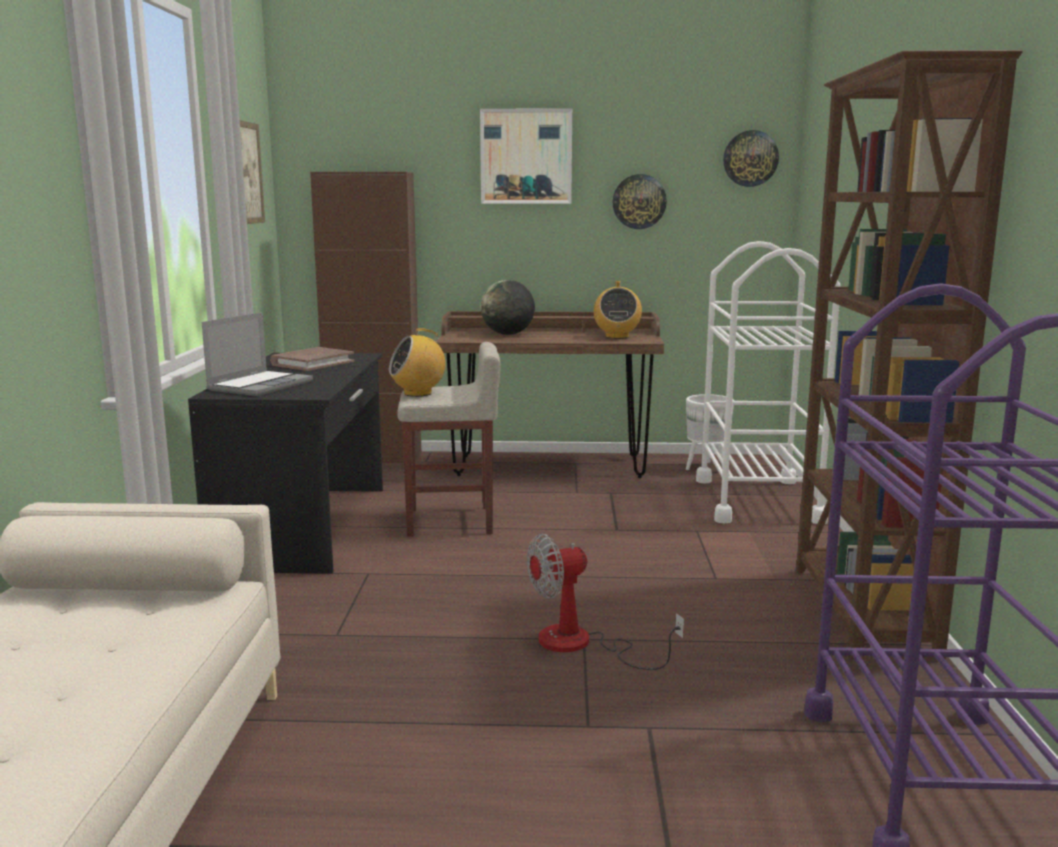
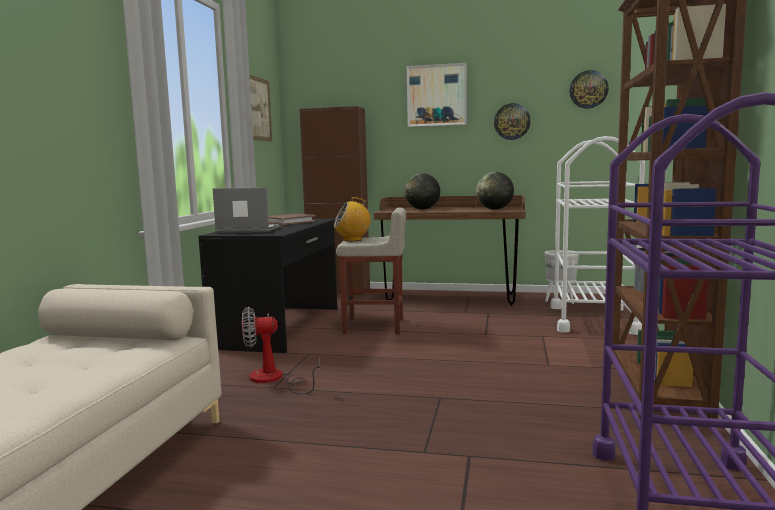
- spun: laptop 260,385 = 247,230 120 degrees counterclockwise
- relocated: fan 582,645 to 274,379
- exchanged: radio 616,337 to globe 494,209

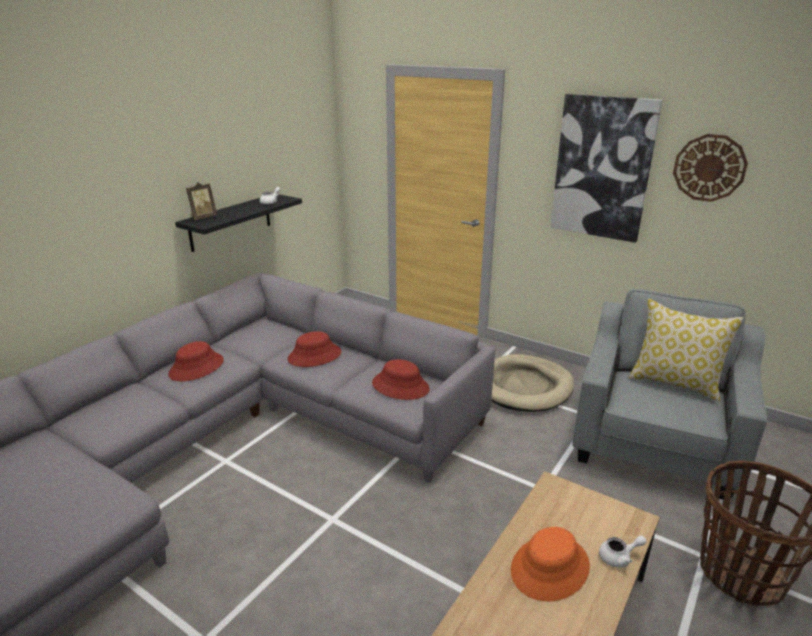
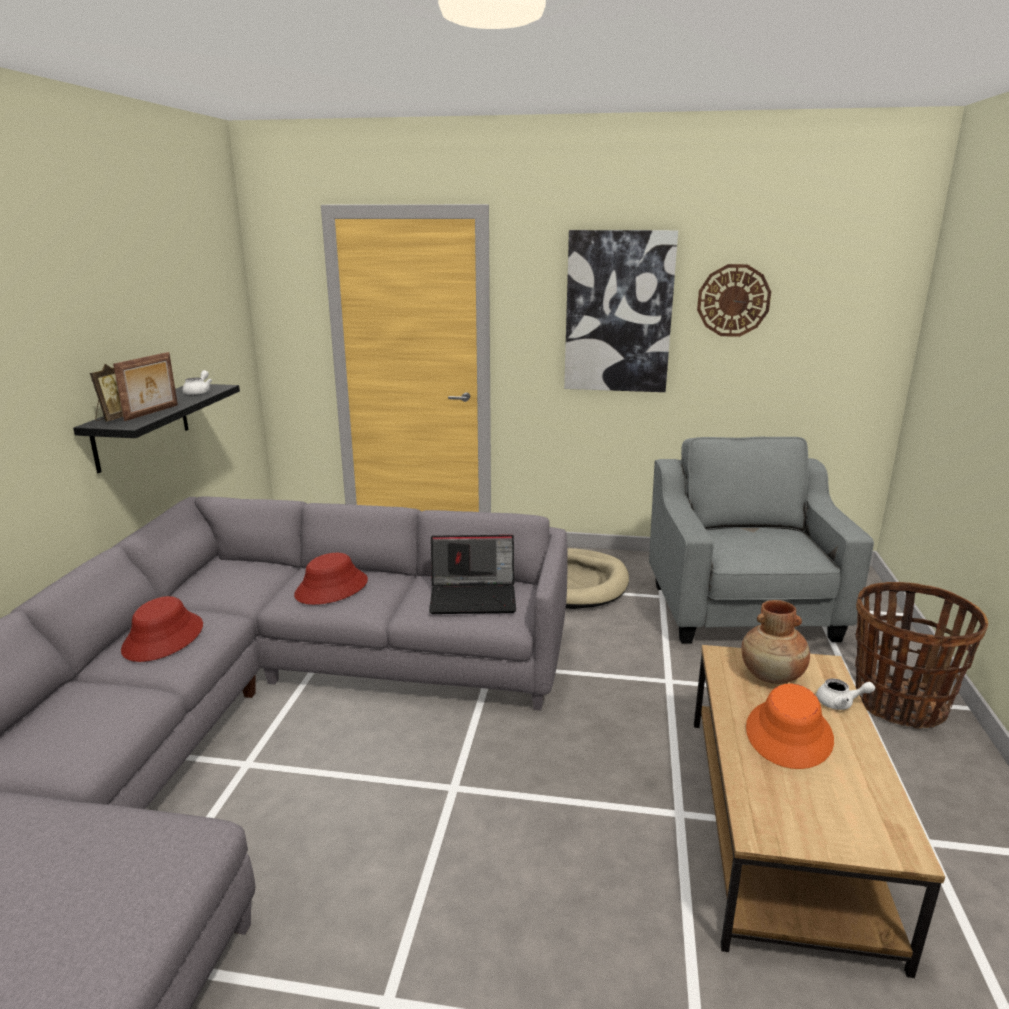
- exchanged: red hat 400,386 to laptop 474,597
- spun: white teapot 619,557 = 840,703 45 degrees clockwise
- missing: pillow 675,383
- appeared: picture frame 152,412
- appeared: brown vase 772,675

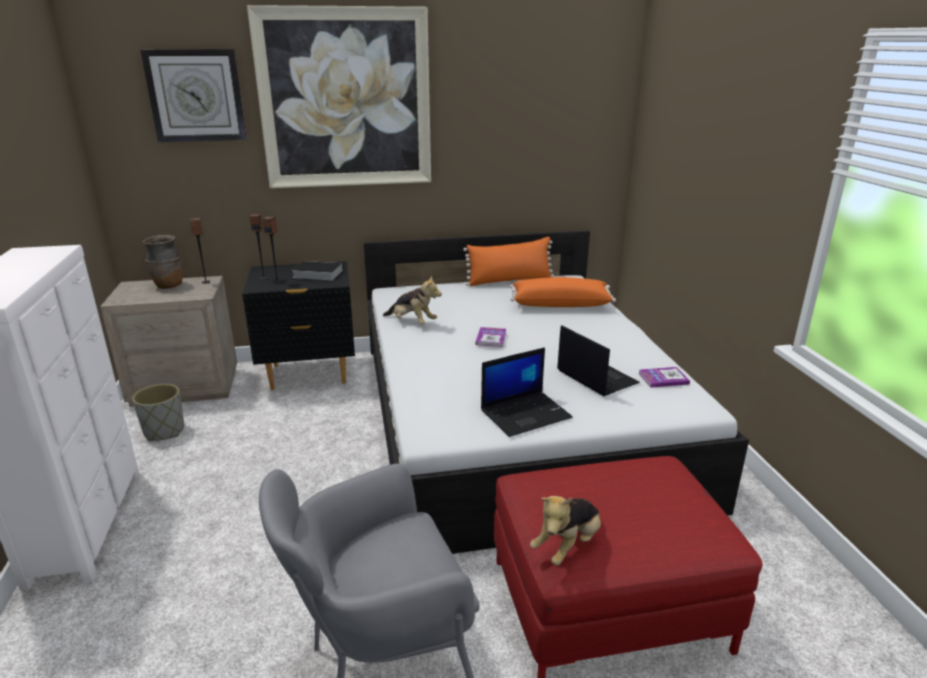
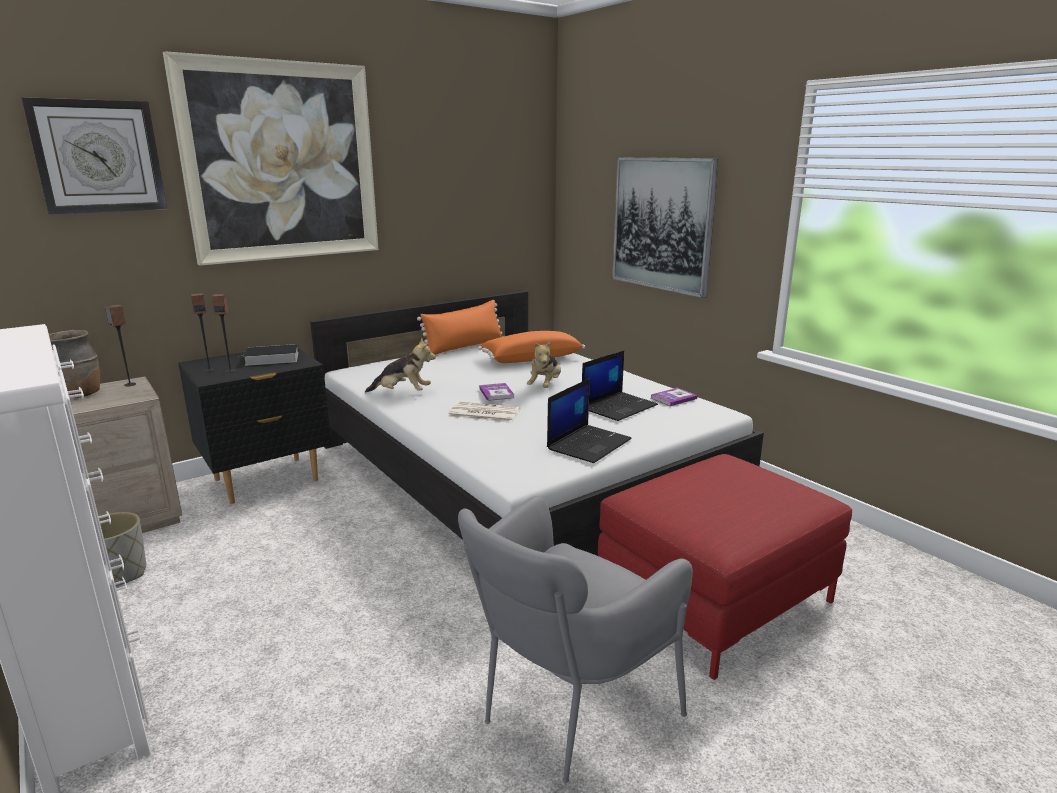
- relocated: plush toy 567,546 to 545,386
- spun: laptop 595,377 = 619,406 105 degrees clockwise
- appeared: newspaper 483,413
- appeared: picture 662,224

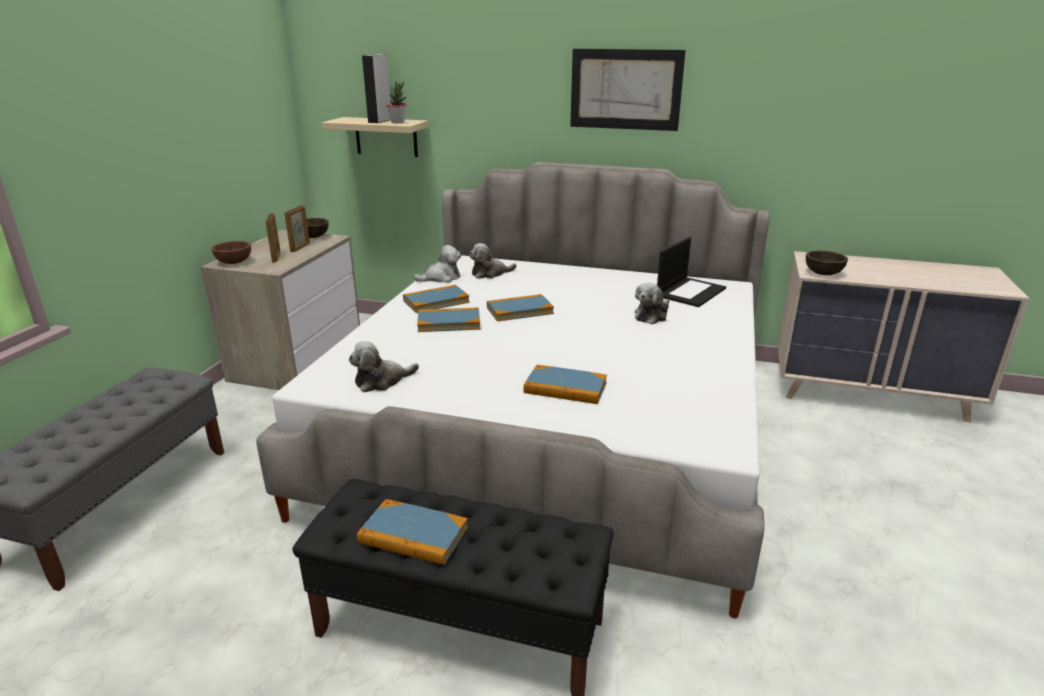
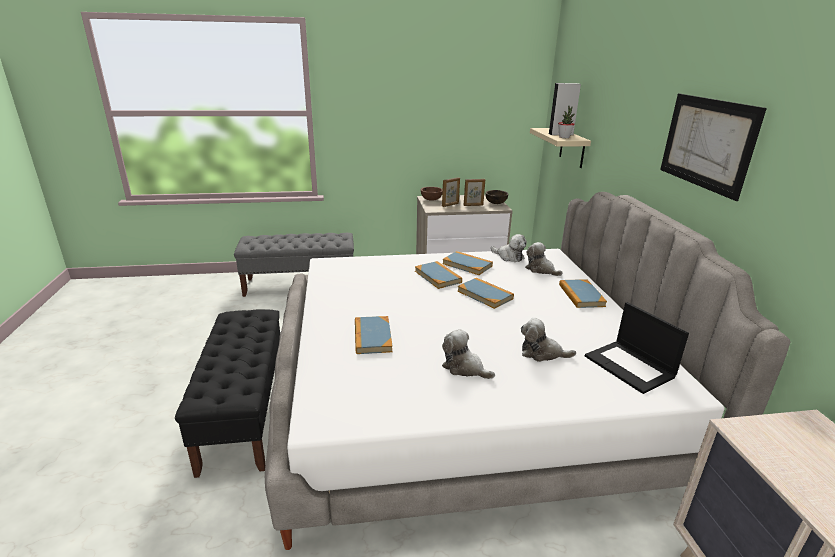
- relocated: plush toy 381,381 to 464,368
- relocated: book 413,535 to 581,295
- spun: laptop 690,292 = 630,366 45 degrees clockwise
- missing: brown bowl 823,273

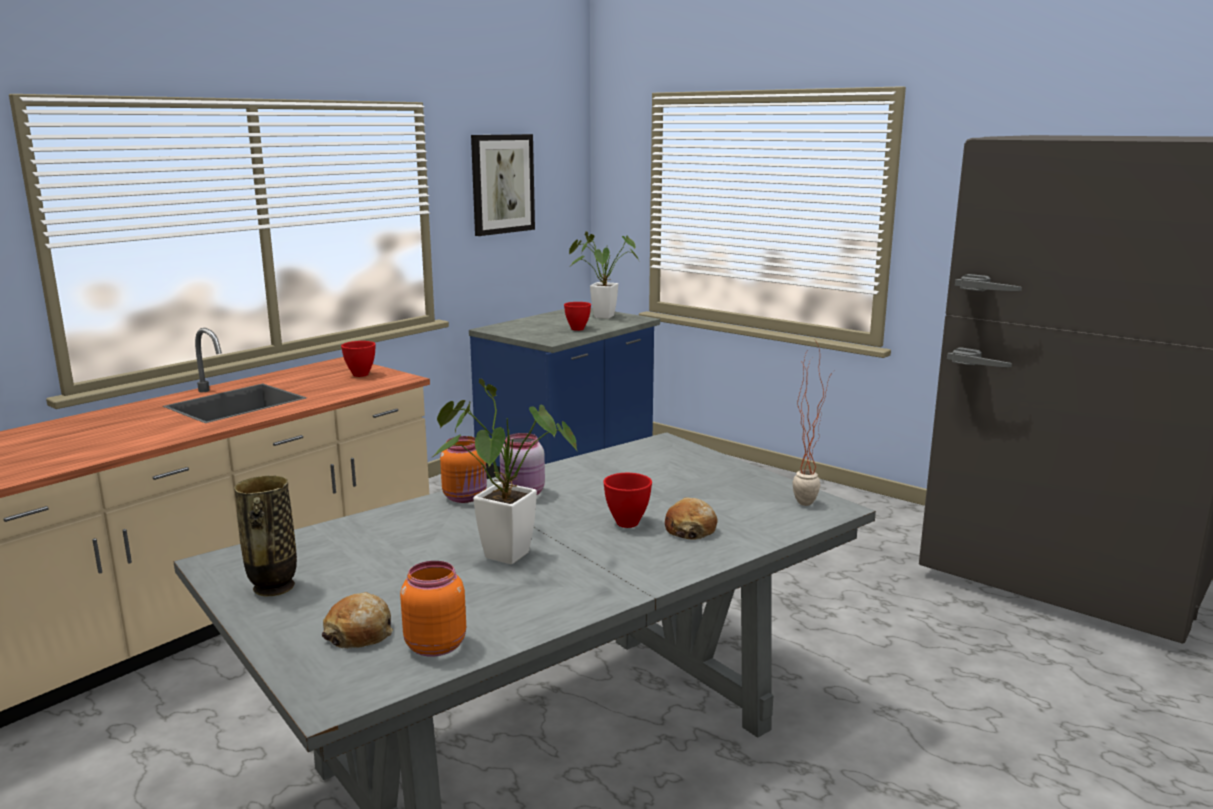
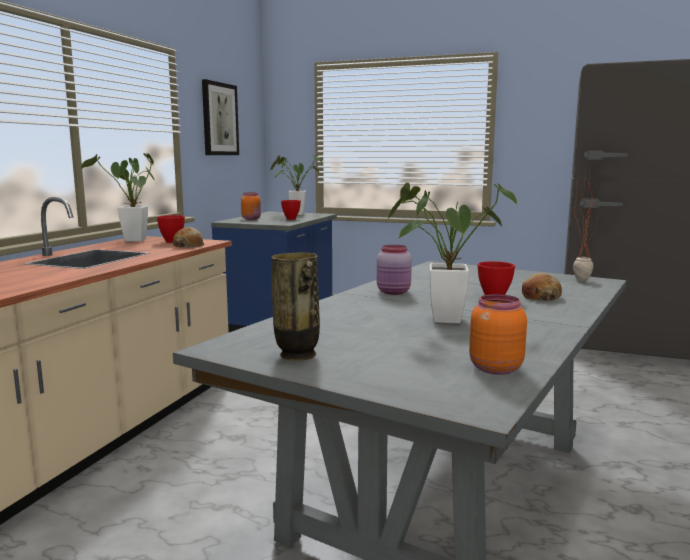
- relocated: bread 359,633 to 188,245
- relocated: orange jar 466,497 to 252,219
- appeared: potted plant 133,241

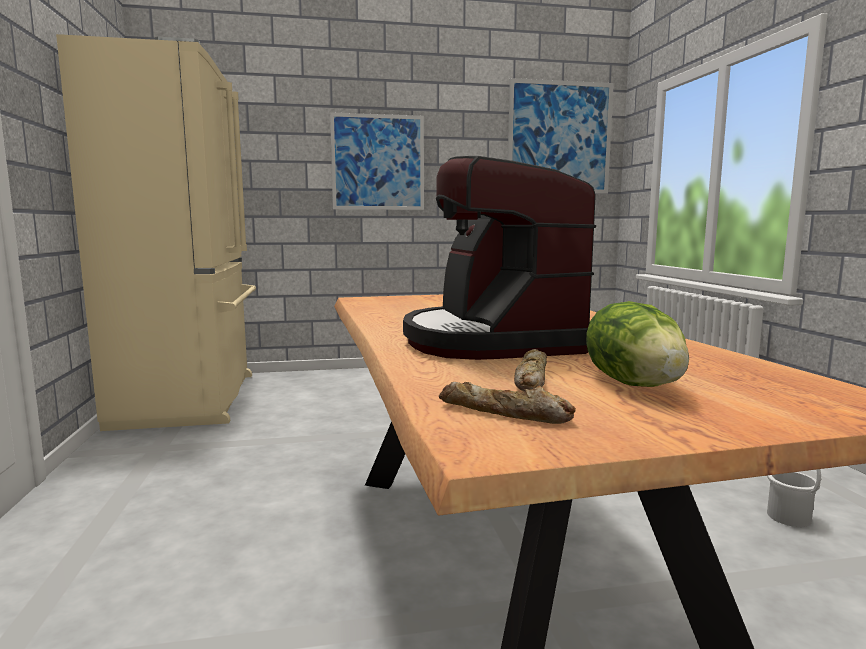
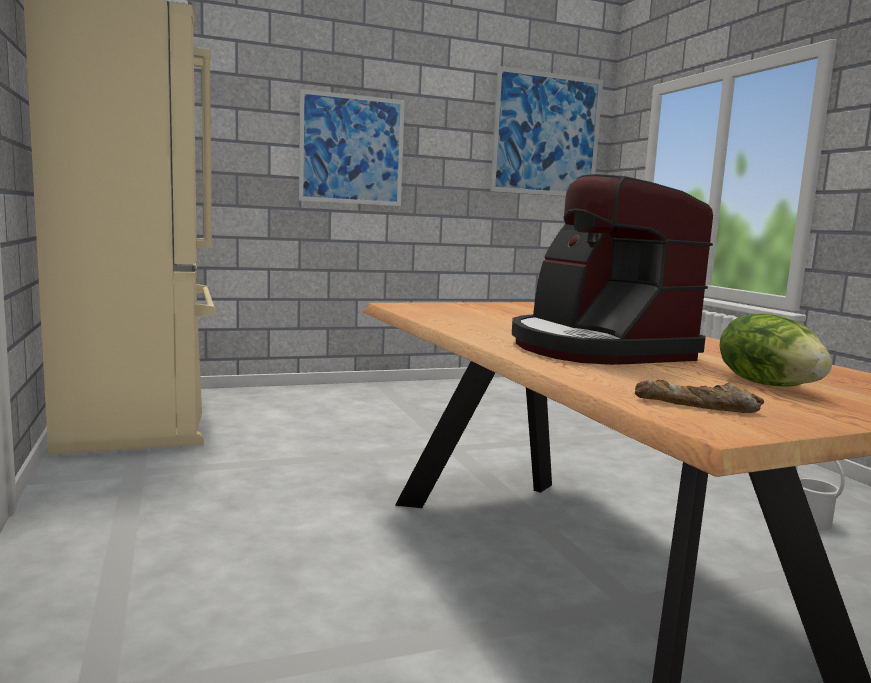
- missing: bread 531,378

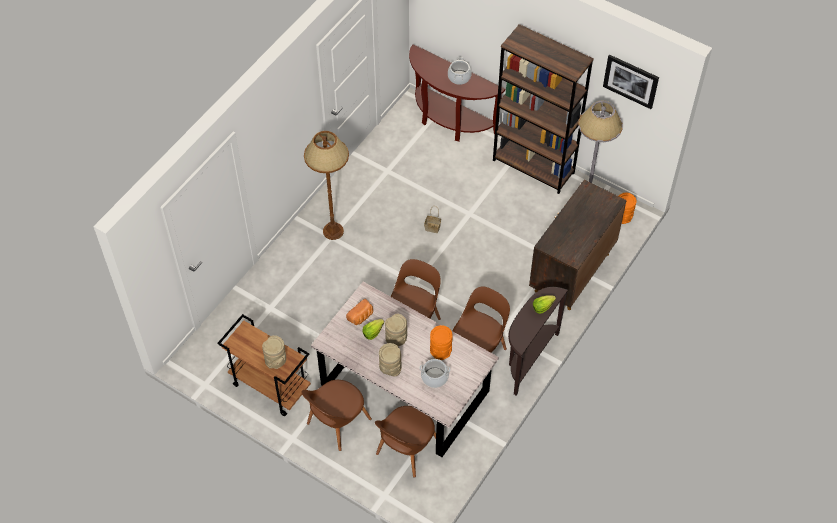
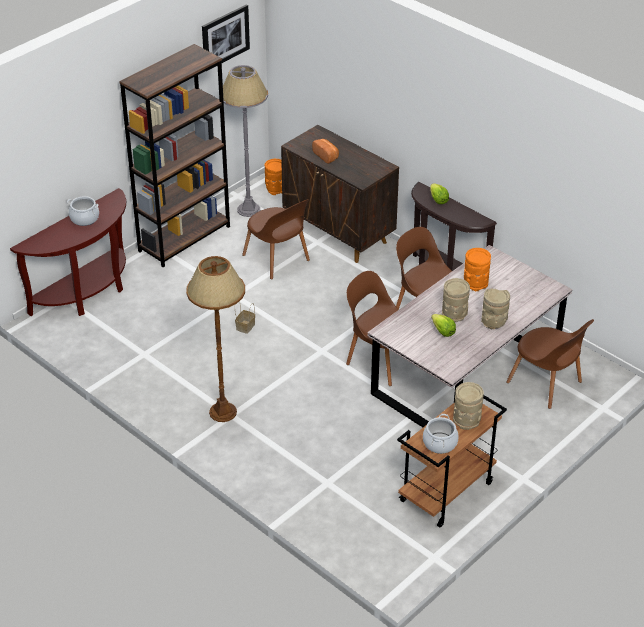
- relocated: brown chair 337,423 to 277,259
- relocated: bread 361,317 to 326,156
- relocated: cooking pot 434,377 to 440,443

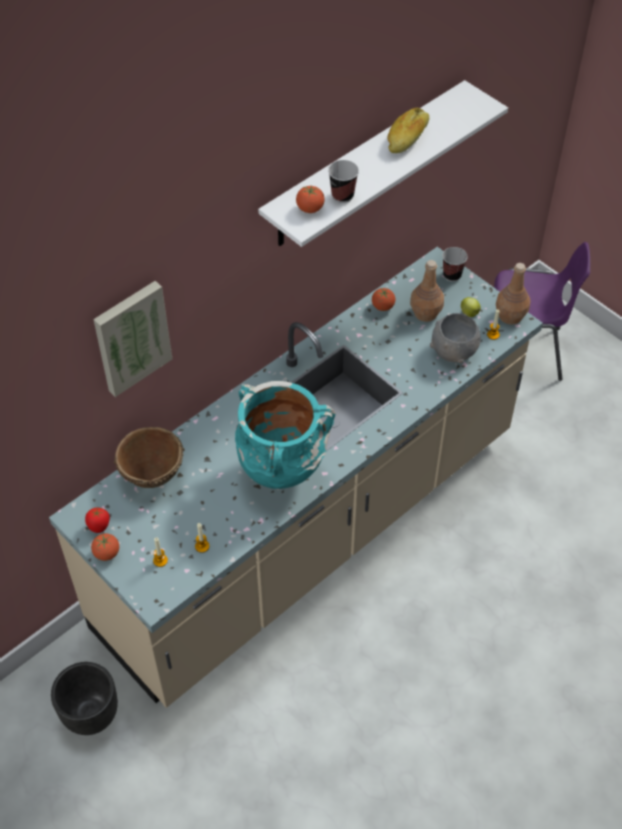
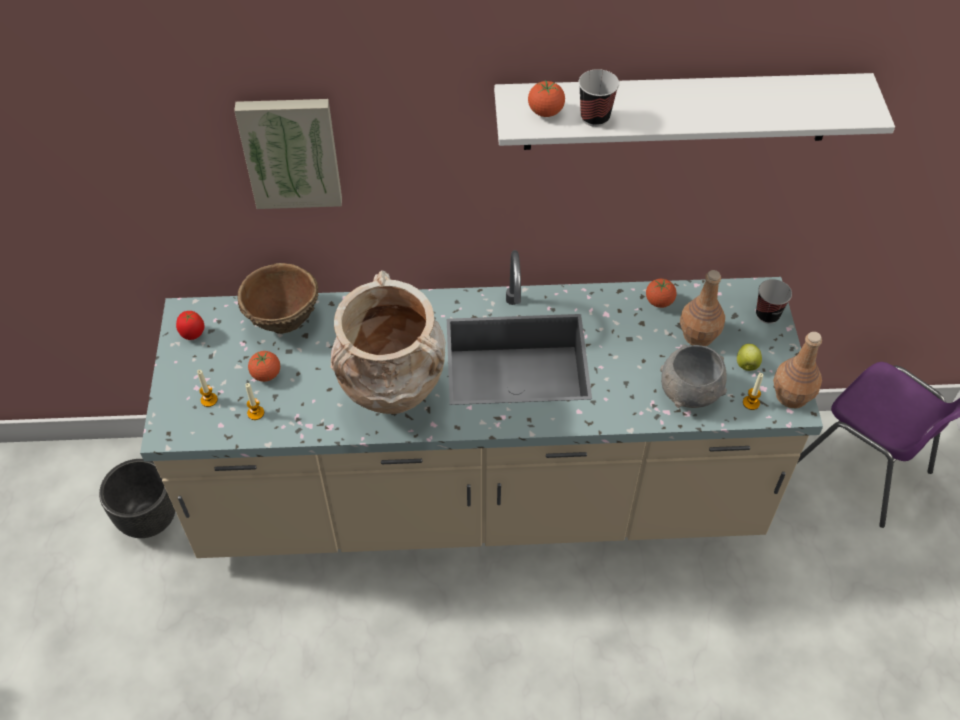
- relocated: tomato 107,553 to 266,374
- colour: turquoise vase 283,474 to beige vase 394,398
- missing: bread 407,138

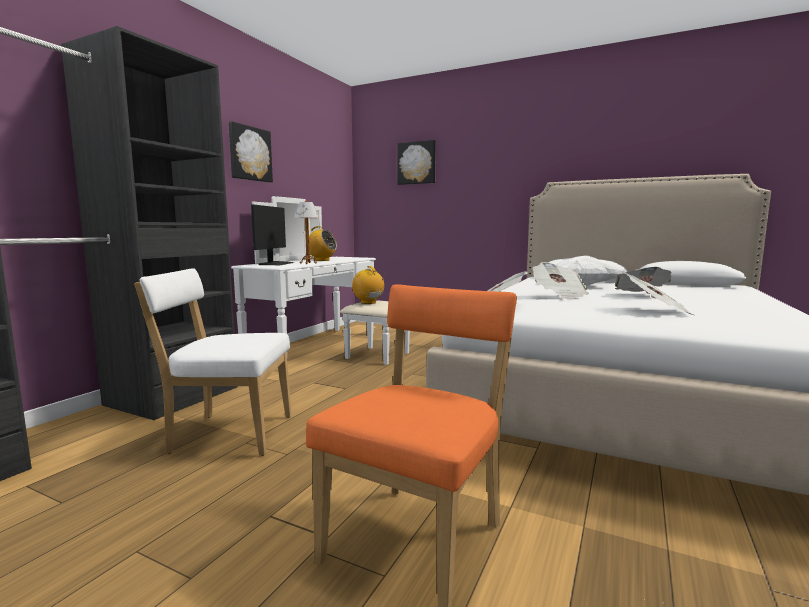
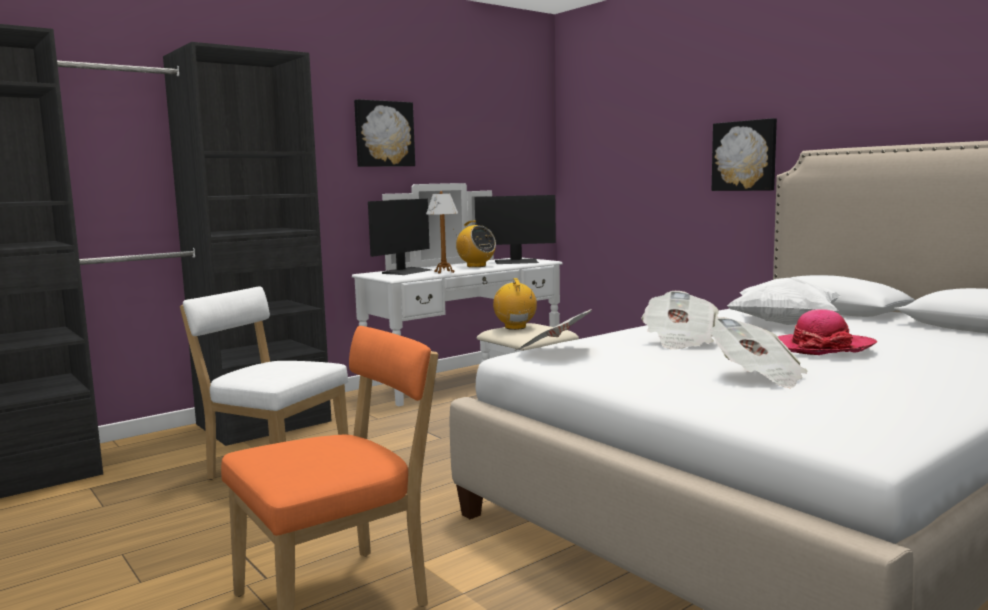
- relocated: picture 417,163 to 745,156
- exchanged: newspaper 640,295 to hat 822,347
- appeared: monitor 517,262

